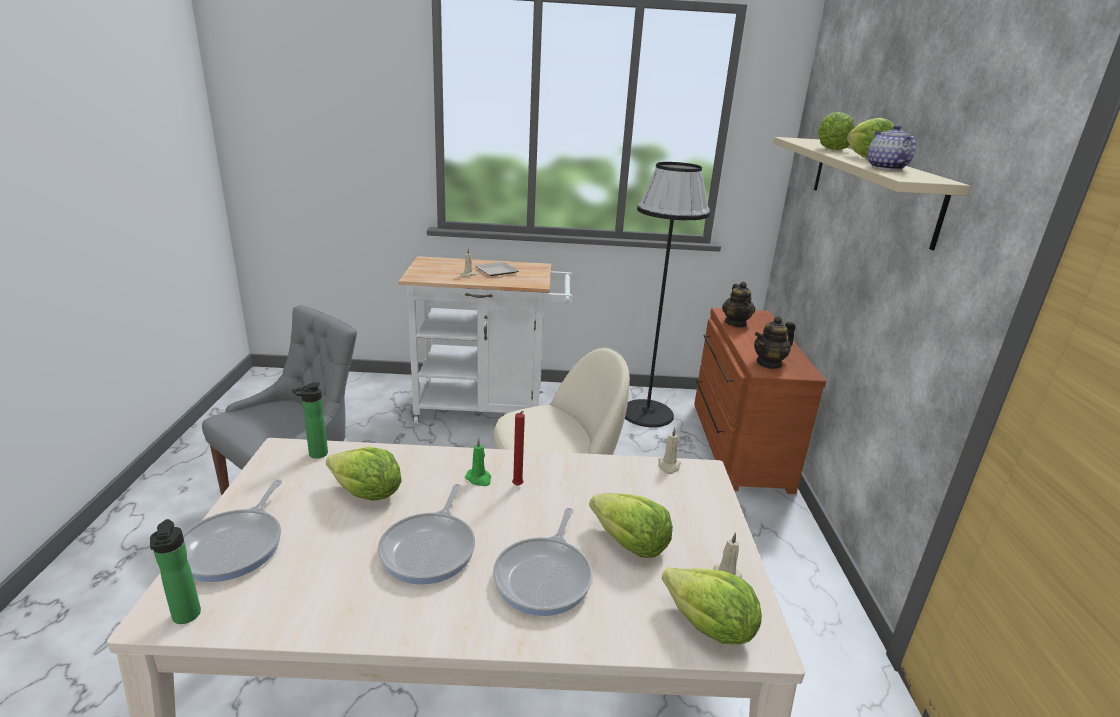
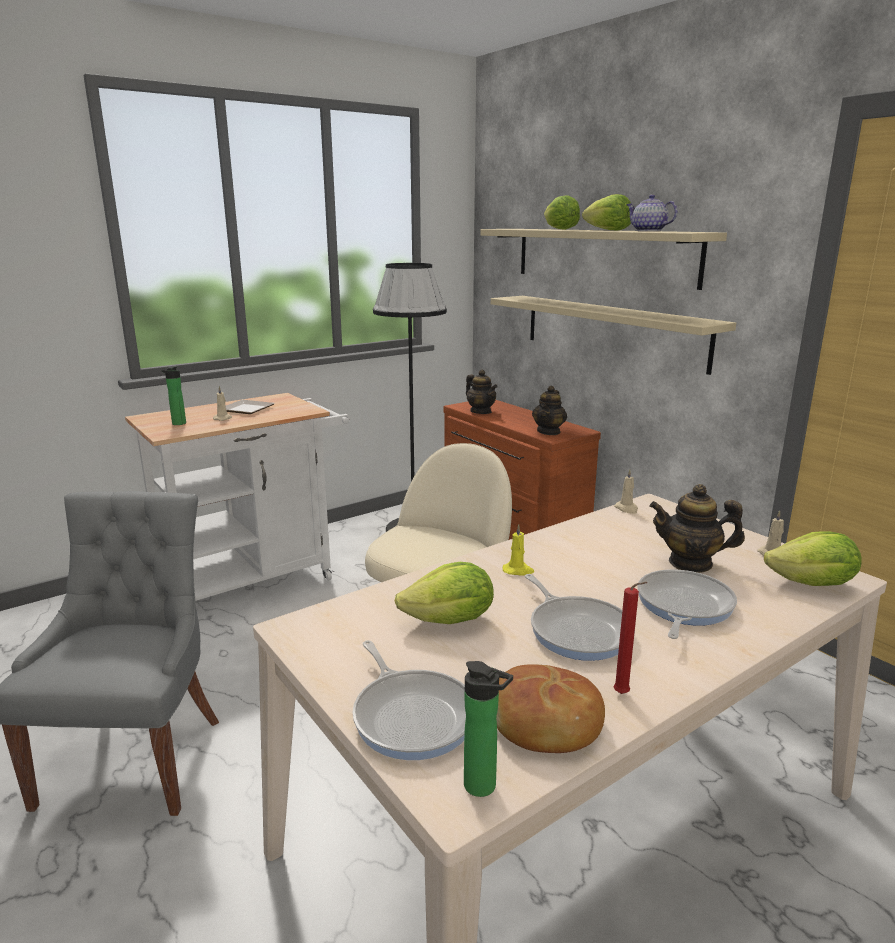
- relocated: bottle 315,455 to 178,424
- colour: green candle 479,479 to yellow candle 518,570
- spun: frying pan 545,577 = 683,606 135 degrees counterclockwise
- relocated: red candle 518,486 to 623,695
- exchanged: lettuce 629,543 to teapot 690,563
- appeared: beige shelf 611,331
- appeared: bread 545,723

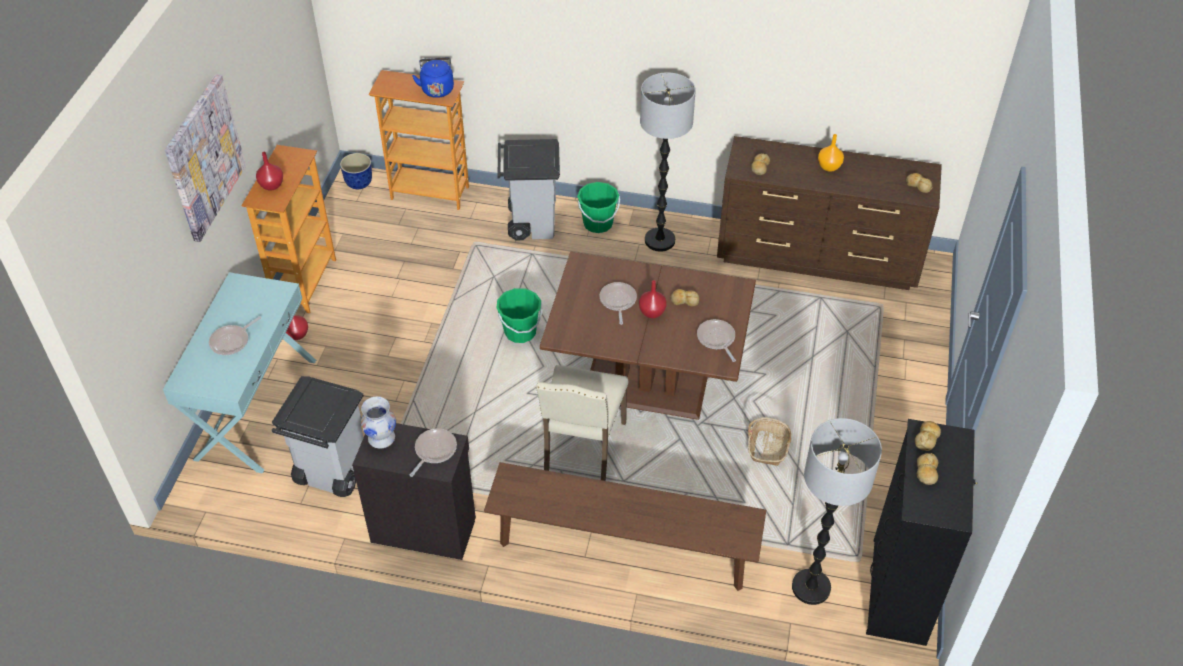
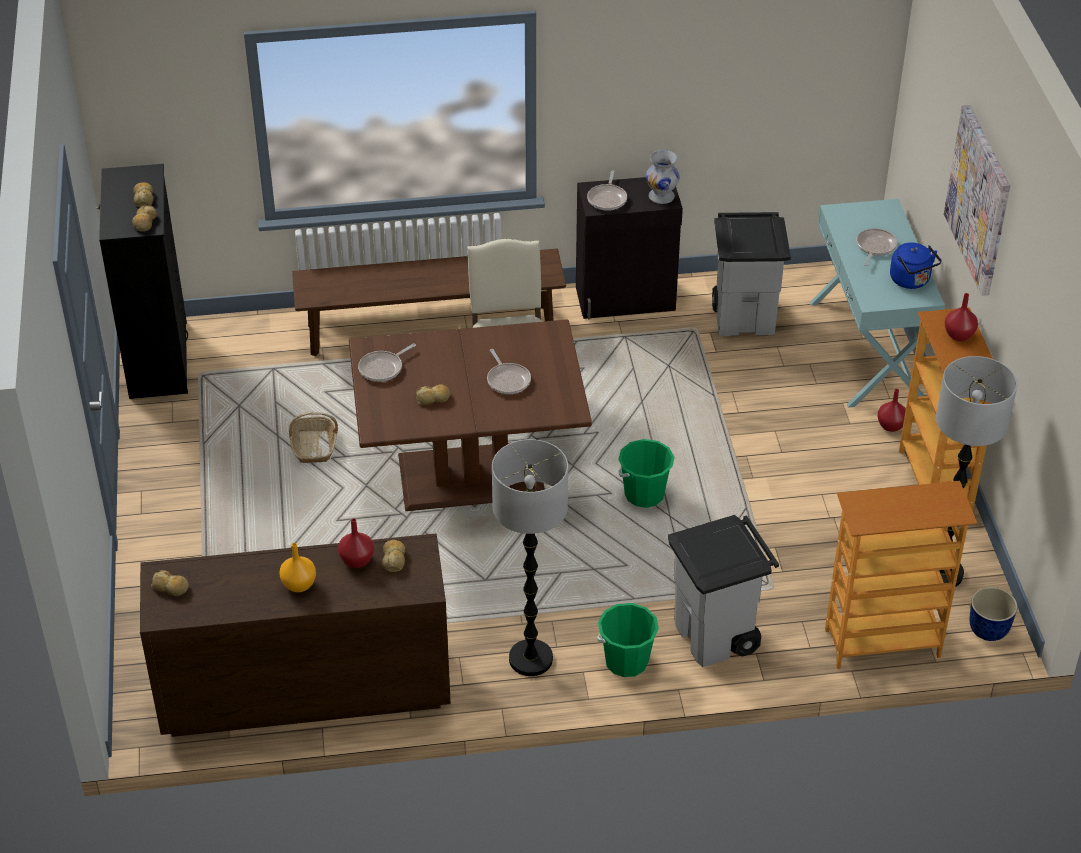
- relocated: blue kettle 437,88 to 911,281
- relocated: red vase 651,312 to 357,560
- spun: frying pan 716,339 = 383,368 90 degrees clockwise
- relocated: floor lamp 811,588 to 941,573

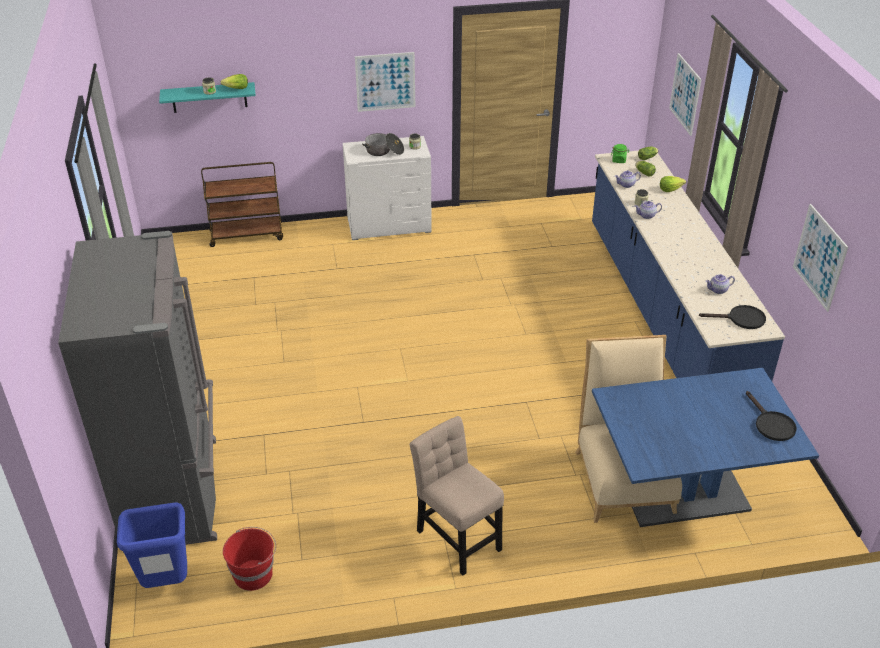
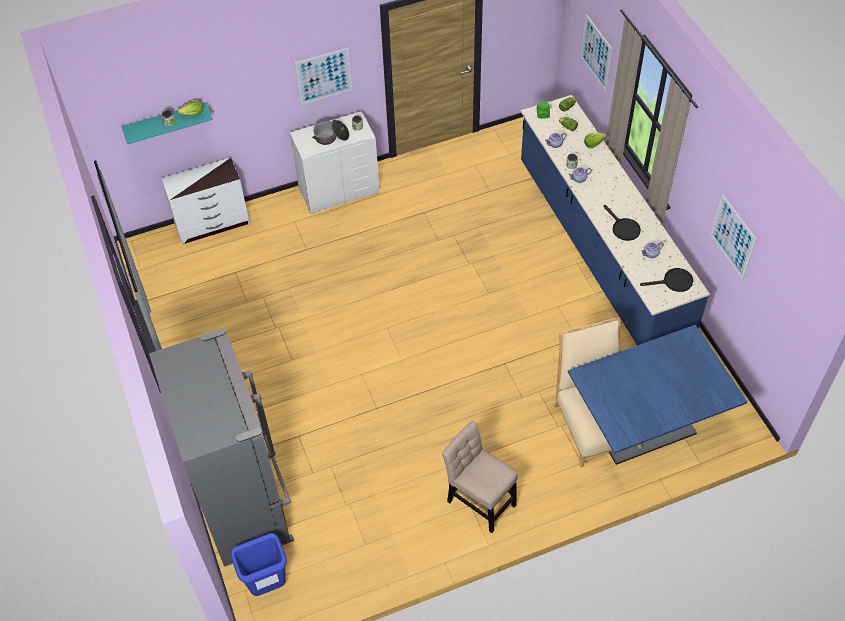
- exchanged: brown cart 247,235 to white dresser 212,224
- missing: red bucket 253,574
- relocated: black frying pan 771,424 to 623,228

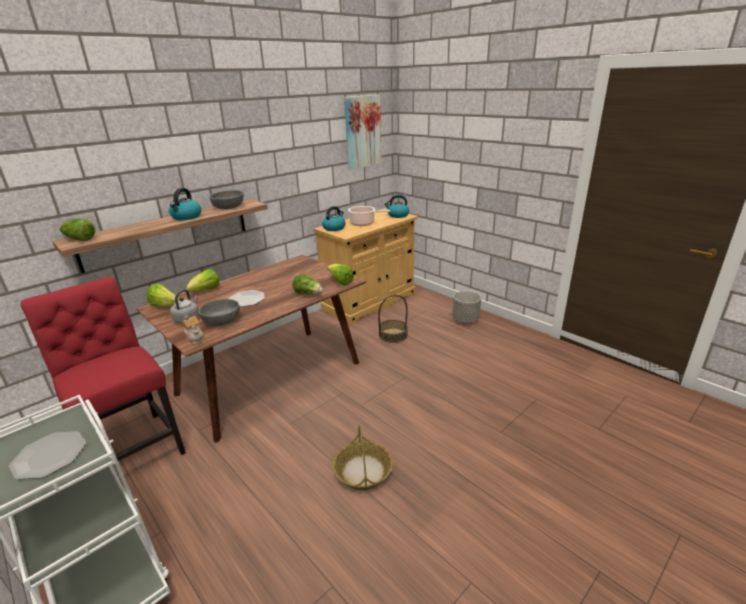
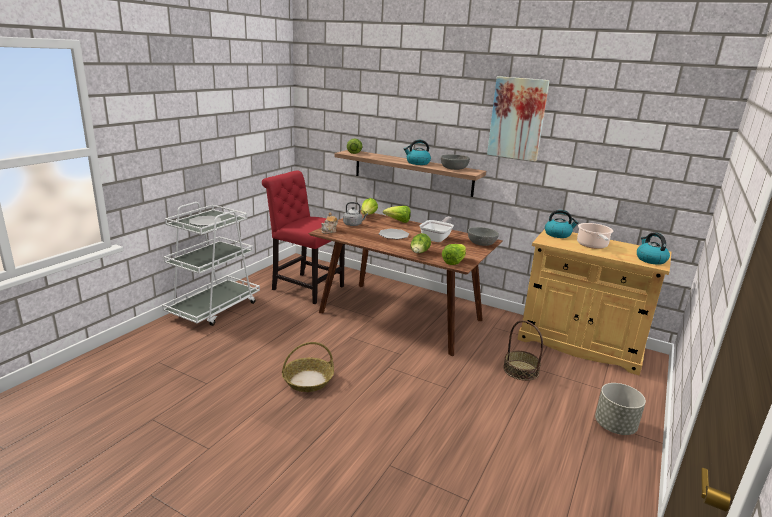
- spun: red chair 133,447 = 305,287 90 degrees counterclockwise
- relocated: grey bowl 221,321 to 481,243
- relocated: picture 362,132 to 517,118
- appeared: frying pan 437,238

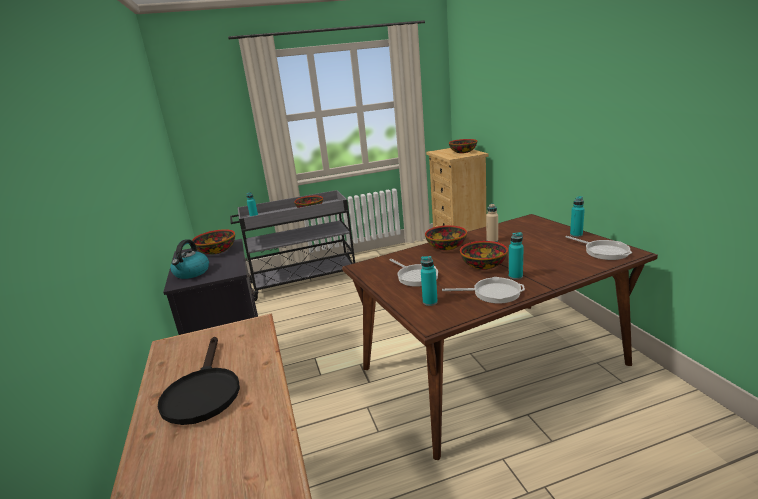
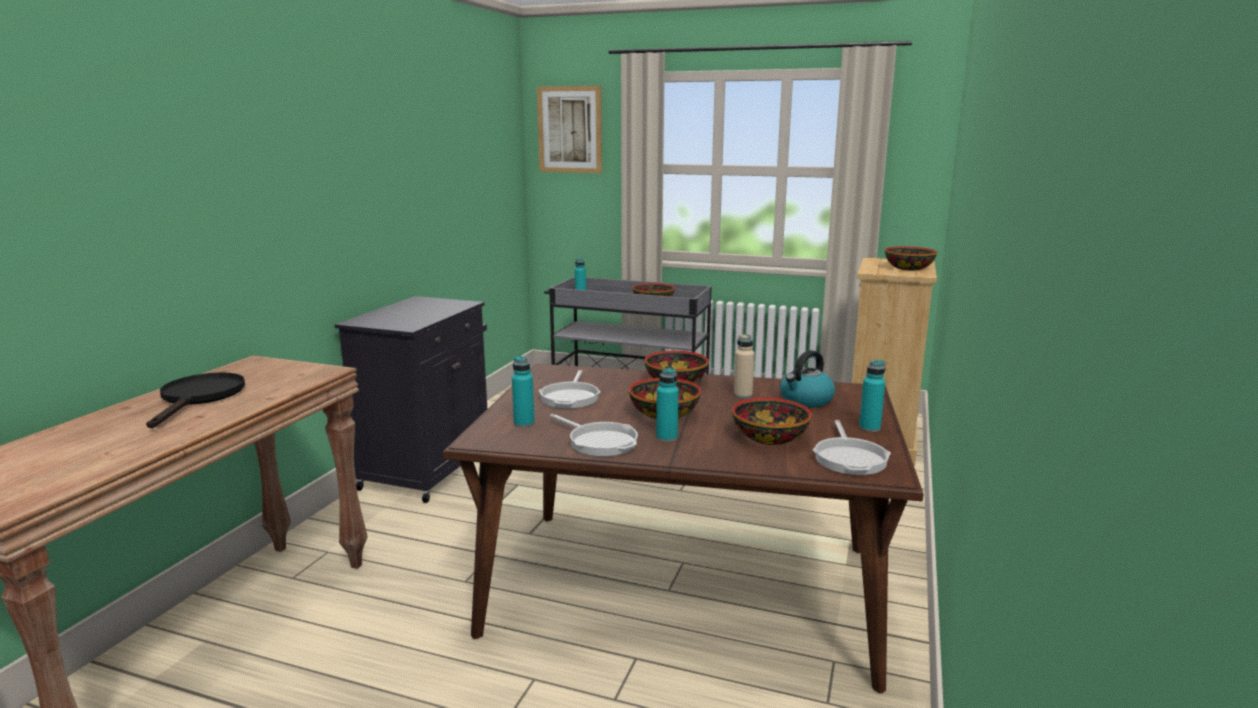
- spun: black frying pan 203,392 = 199,398 150 degrees clockwise
- relocated: kettle 191,273 to 806,400
- relocated: bowl 216,250 to 769,437
- appeared: picture 570,129

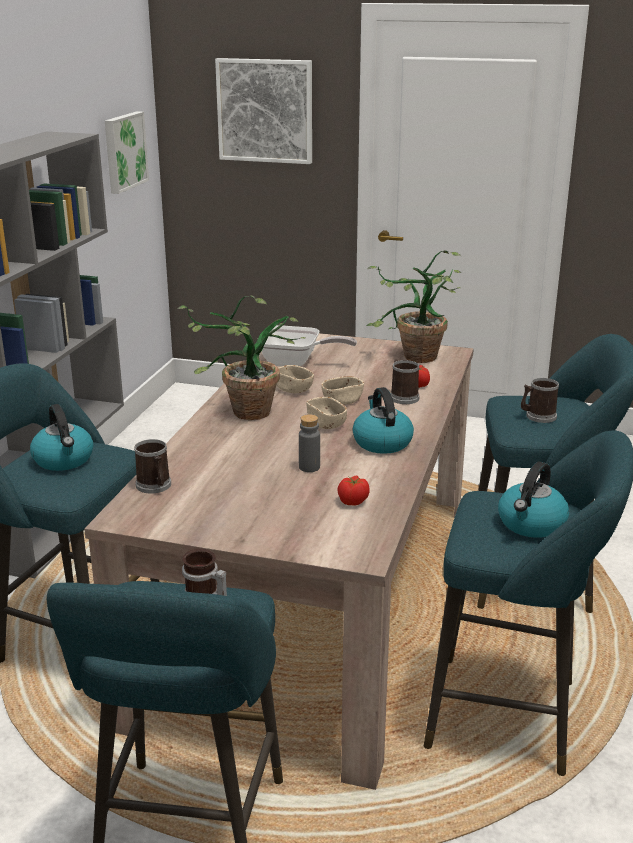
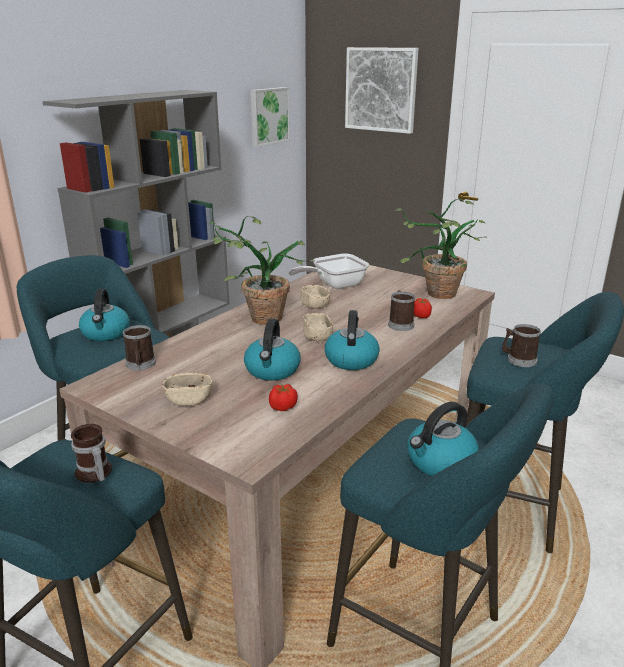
- spun: frying pan 296,363 = 334,285 120 degrees clockwise
- exchanged: grey bottle 309,467 to kettle 272,370
- relocated: beige bowl 342,401 to 189,400

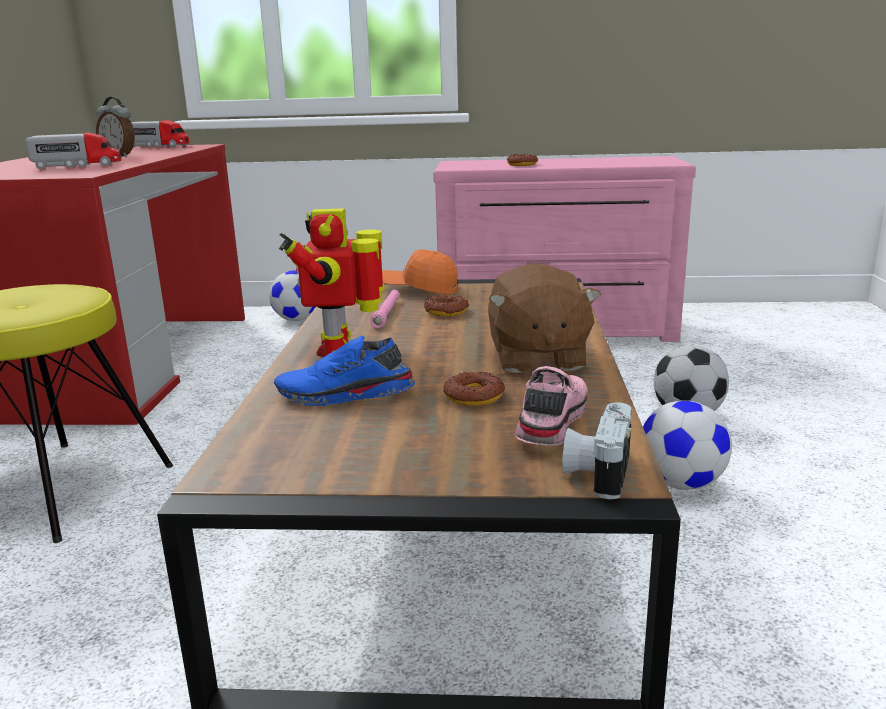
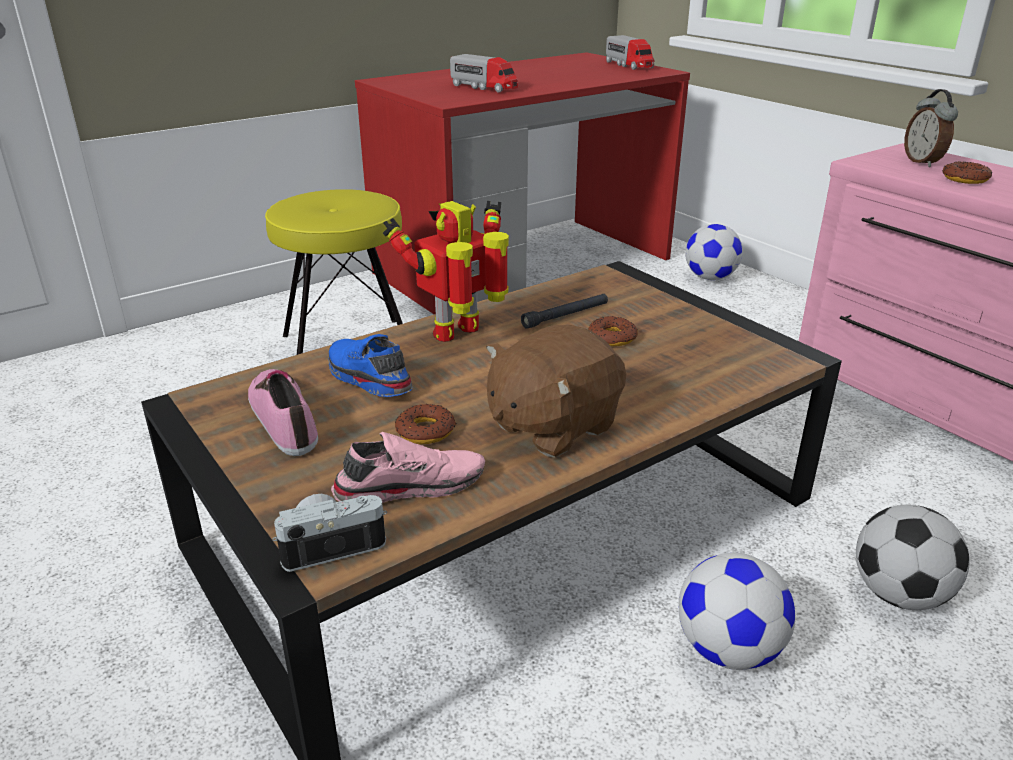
- relocated: alarm clock 120,156 to 923,162
- colour: pink flashlight 387,313 to black flashlight 566,316
- missing: orange cap 419,290
- appeared: shoe 285,418

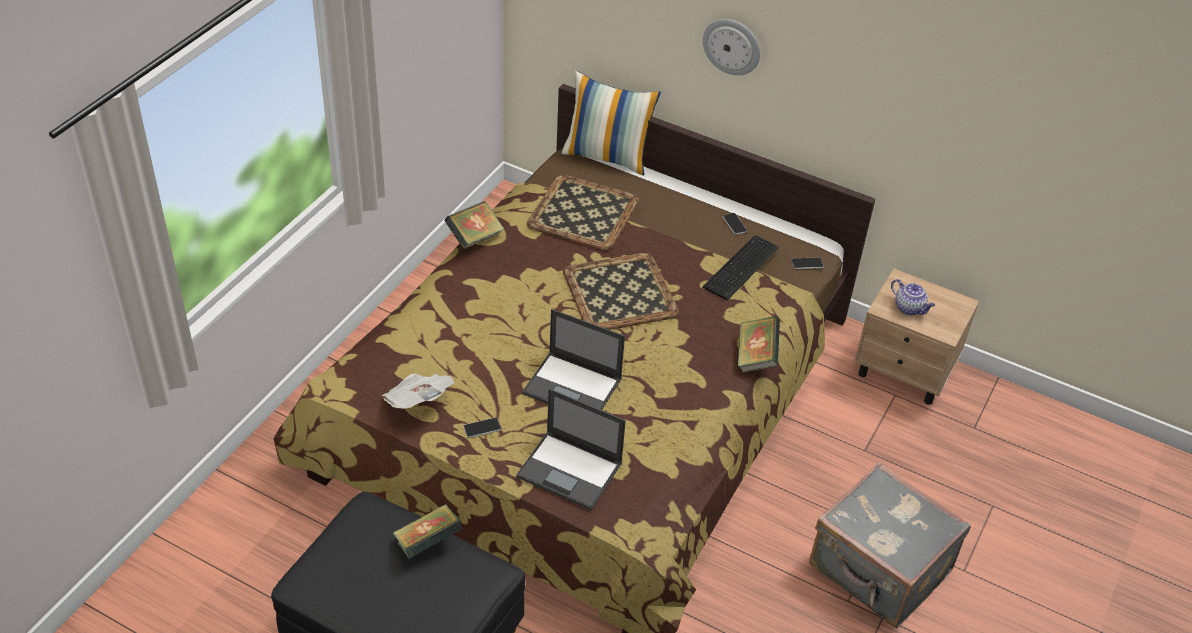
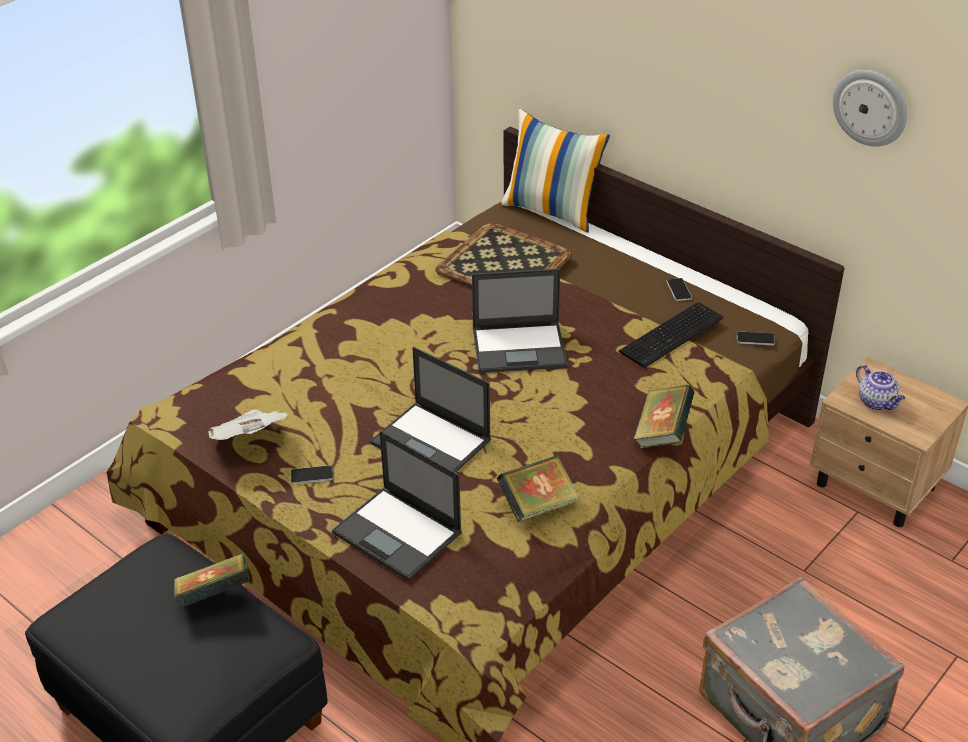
- relocated: book 474,237 to 538,505
- exchanged: tray 620,292 to laptop 520,348
- relocated: wall clock 732,46 to 870,107

